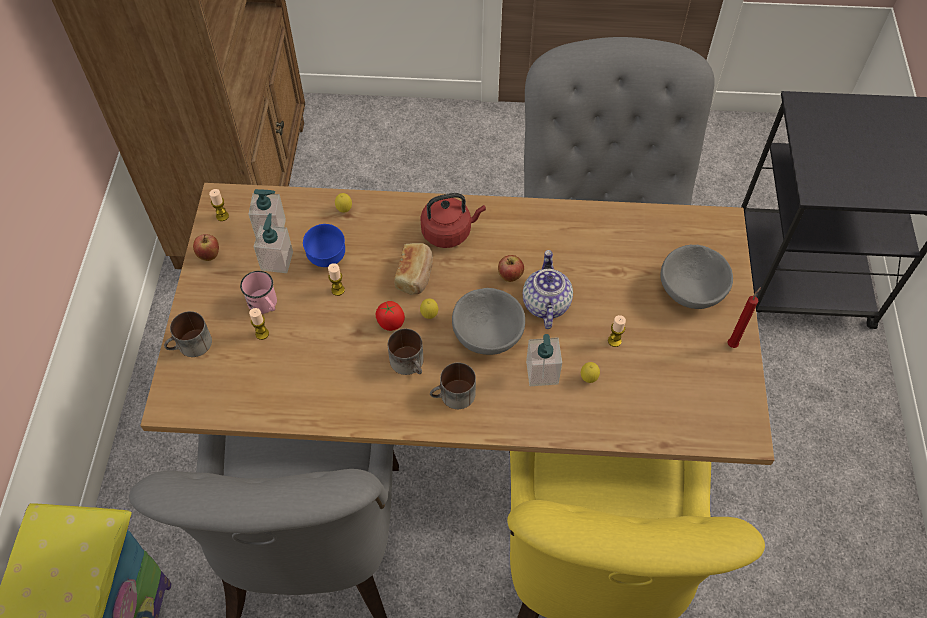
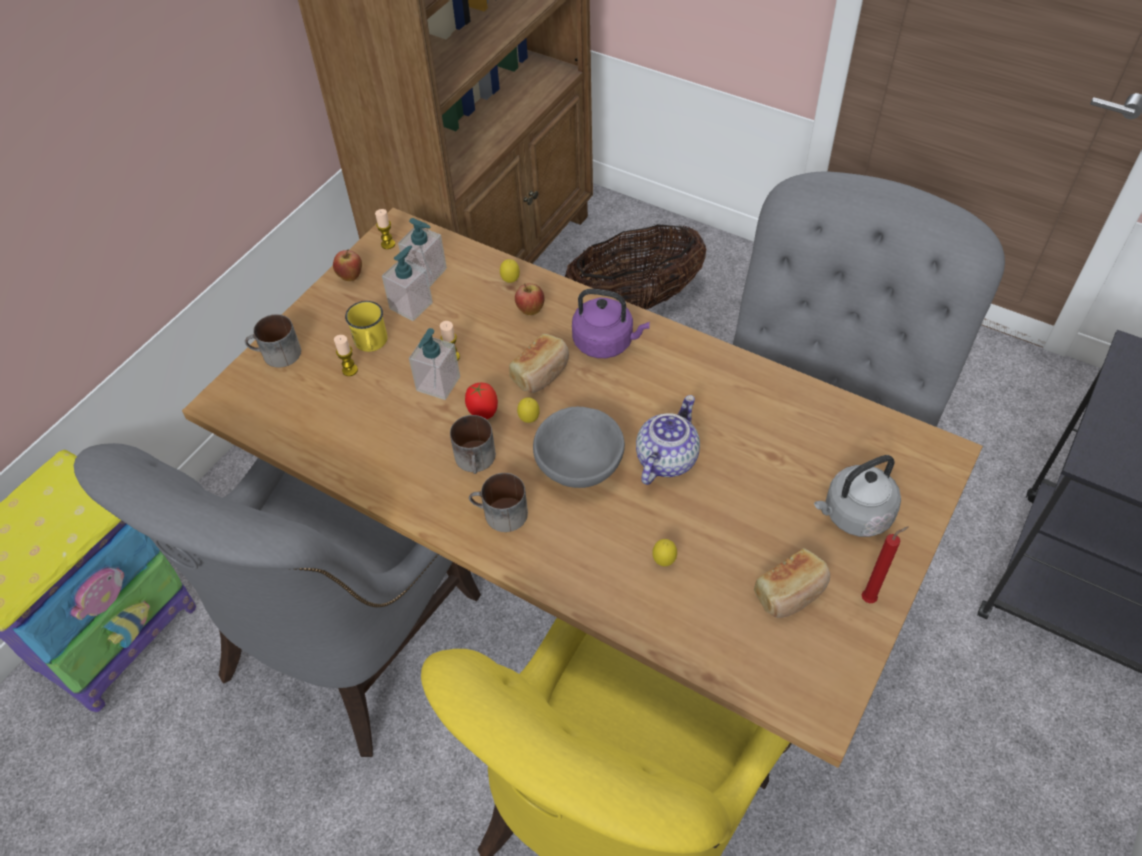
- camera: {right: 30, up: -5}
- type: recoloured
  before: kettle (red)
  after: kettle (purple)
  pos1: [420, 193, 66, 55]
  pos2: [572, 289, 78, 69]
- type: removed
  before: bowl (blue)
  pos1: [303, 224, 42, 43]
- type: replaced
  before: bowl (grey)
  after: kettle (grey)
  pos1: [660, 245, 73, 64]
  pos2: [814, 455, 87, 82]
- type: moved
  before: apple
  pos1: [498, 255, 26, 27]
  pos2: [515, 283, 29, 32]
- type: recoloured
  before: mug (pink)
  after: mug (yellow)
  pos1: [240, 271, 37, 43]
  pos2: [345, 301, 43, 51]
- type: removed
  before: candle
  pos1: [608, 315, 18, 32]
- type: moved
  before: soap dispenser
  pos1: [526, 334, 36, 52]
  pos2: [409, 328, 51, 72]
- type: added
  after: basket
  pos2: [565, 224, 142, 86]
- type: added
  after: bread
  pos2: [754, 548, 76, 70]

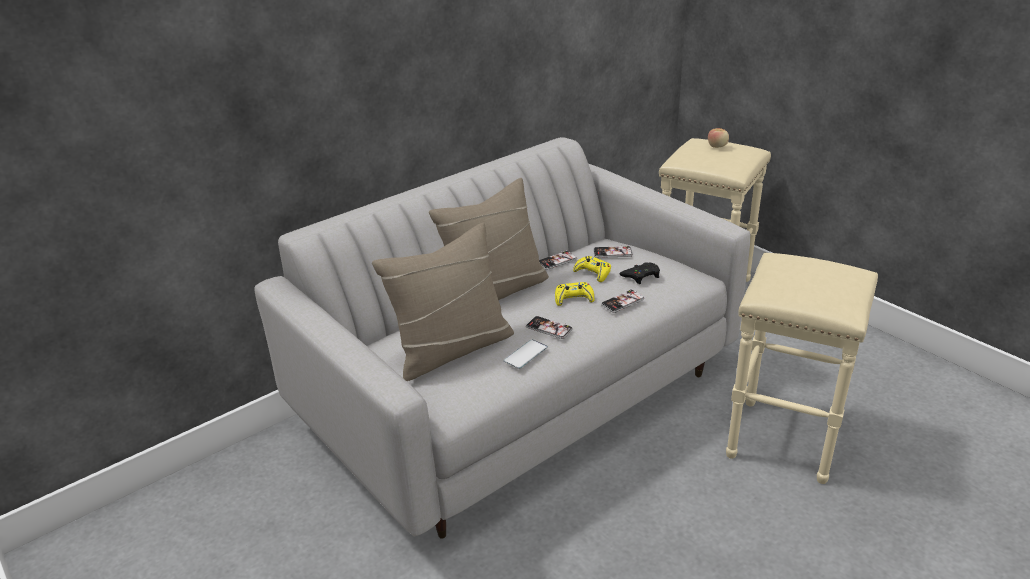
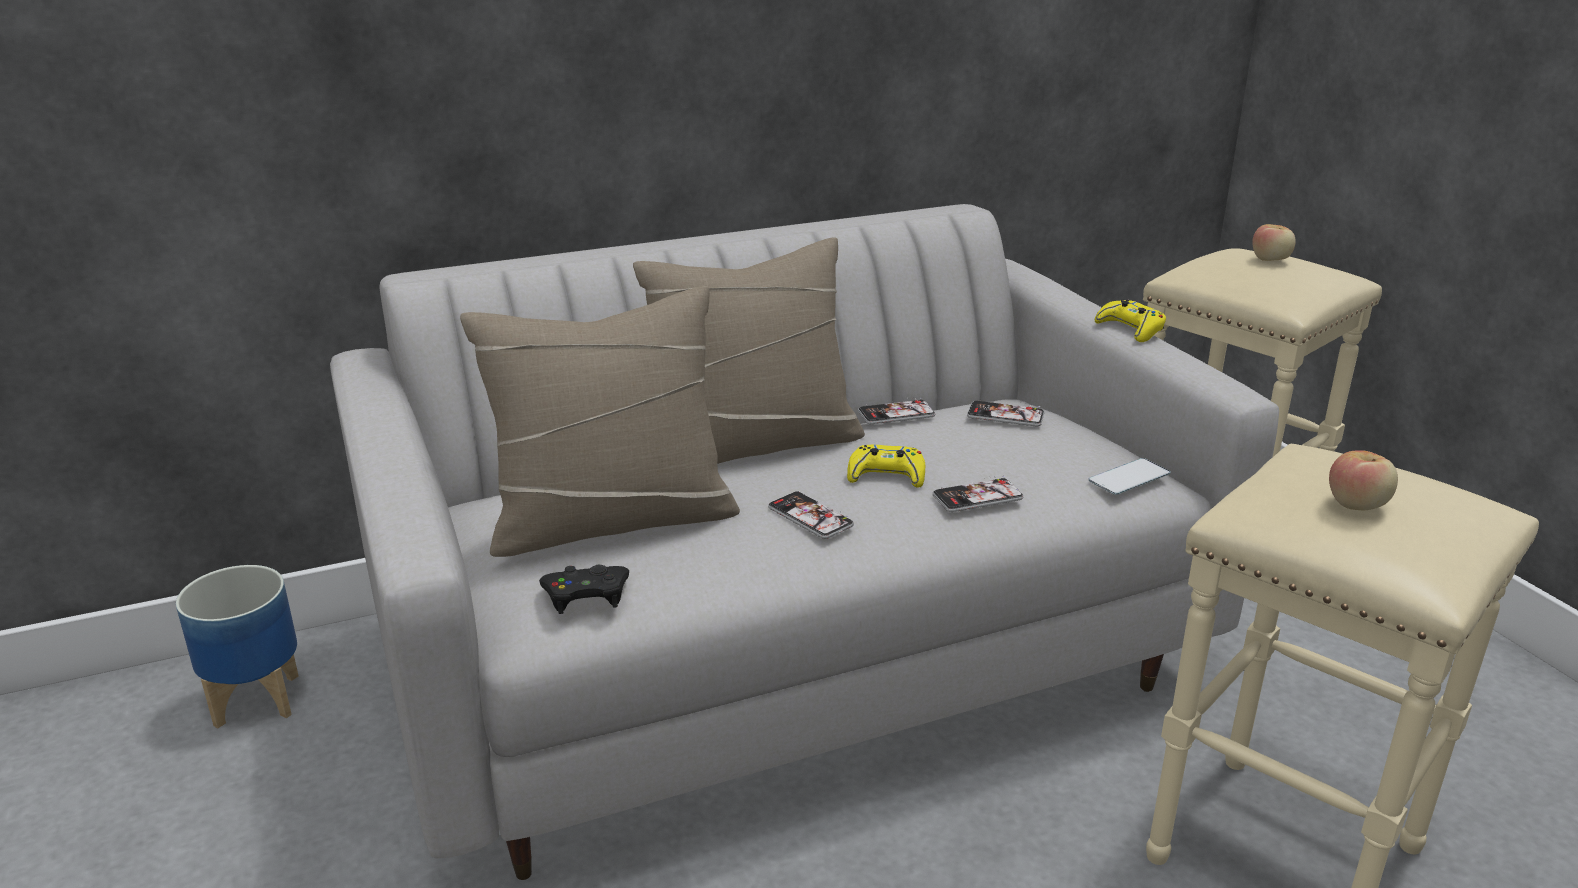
- camera: {right: 15, up: -5}
- type: moved
  before: game controller (yellow)
  pos1: [573, 256, 38, 26]
  pos2: [1095, 300, 71, 42]
- type: moved
  before: game controller (black)
  pos1: [619, 263, 41, 21]
  pos2: [539, 564, 90, 50]
- type: moved
  before: phone
  pos1: [504, 339, 44, 30]
  pos2: [1088, 458, 83, 37]
- type: added
  after: apple
  pos2: [1329, 450, 69, 61]
- type: added
  after: planter
  pos2: [176, 565, 123, 163]

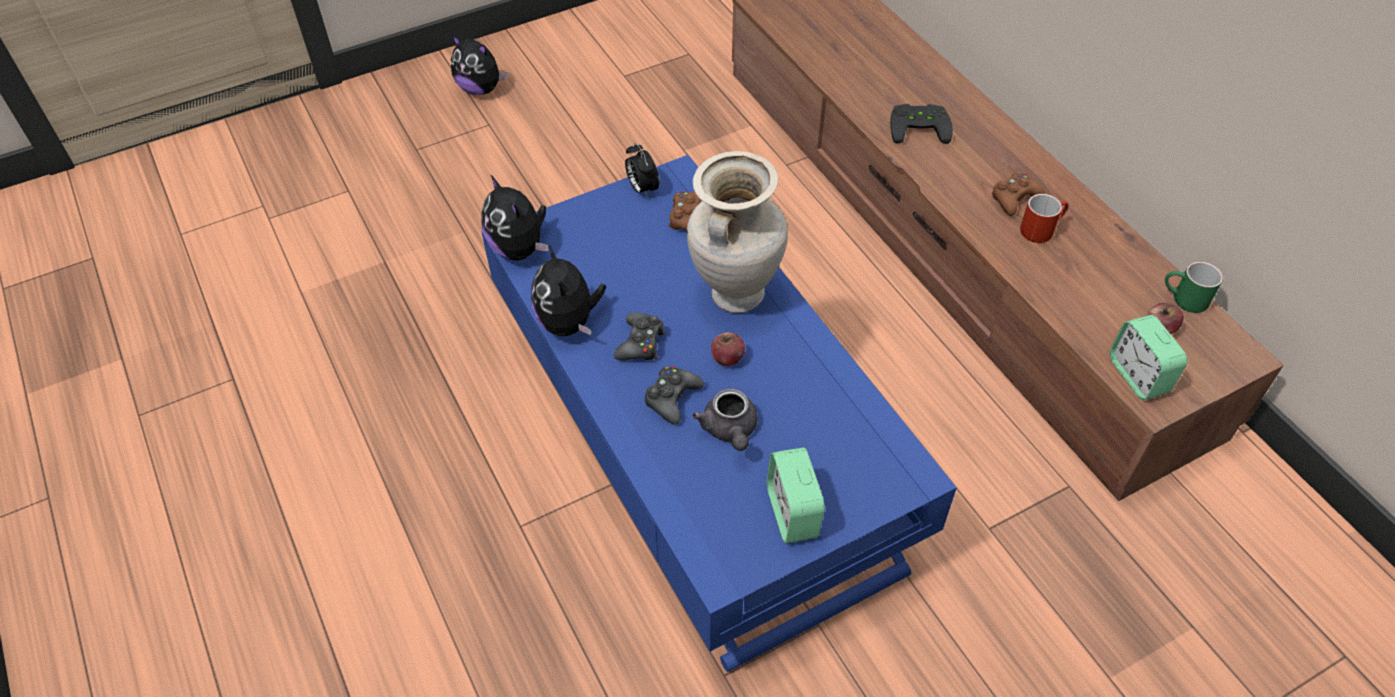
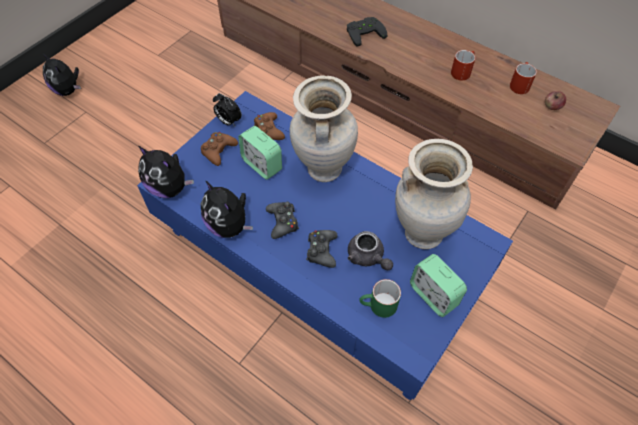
- camera: {right: -25, up: 5}
- type: turned
  before: plush toy
  pos1: [451, 35, 57, 60]
  pos2: [43, 54, 38, 42]
  turn: 45
- type: moved
  before: game controller (brown)
  pos1: [992, 172, 54, 44]
  pos2: [201, 132, 37, 34]
- type: moved
  before: mug (green)
  pos1: [1165, 262, 58, 51]
  pos2: [359, 279, 42, 39]
- type: moved
  before: alarm clock
  pos1: [1110, 315, 77, 85]
  pos2: [238, 126, 44, 54]
- type: removed
  before: apple
  pos1: [711, 332, 34, 34]
- type: added
  after: mug (red)
  pos2: [510, 62, 27, 32]
- type: added
  after: vase (beige)
  pos2: [395, 139, 78, 110]

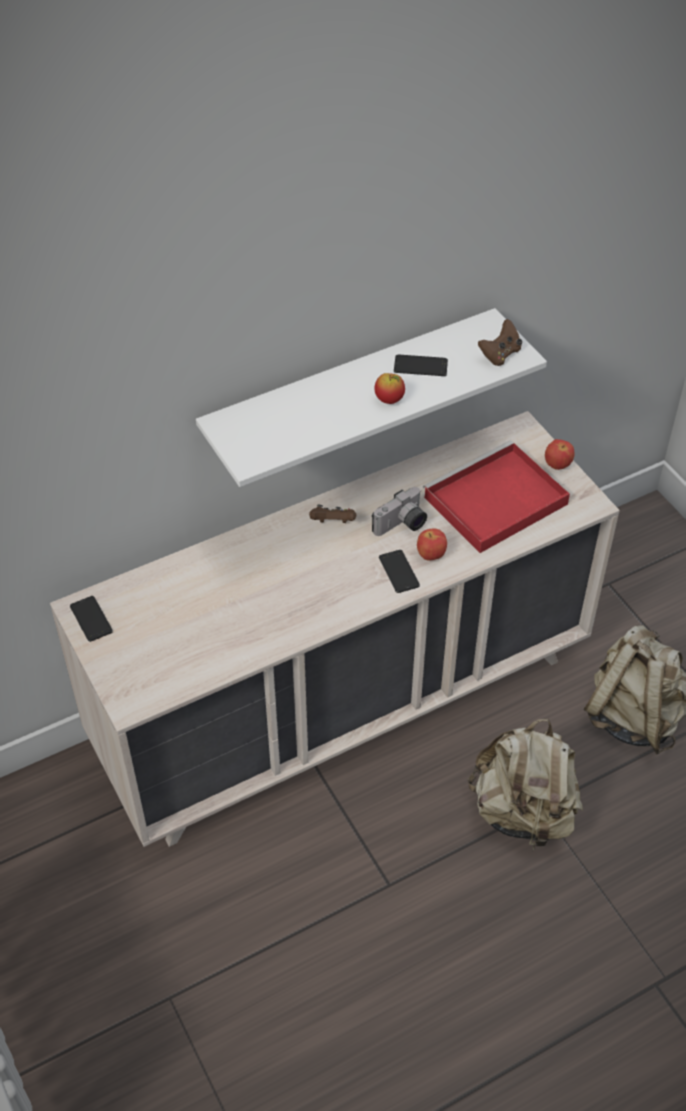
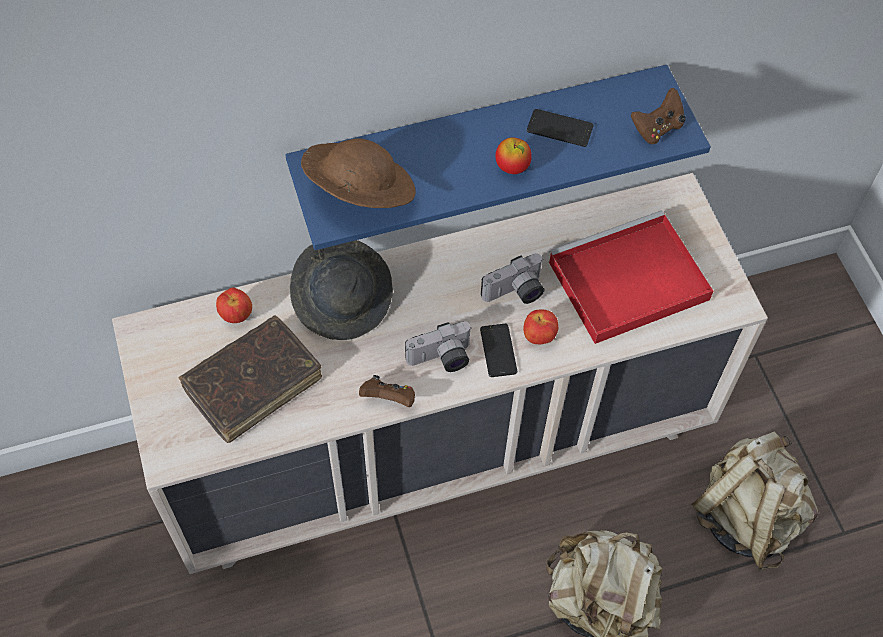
- camera: {right: 10, up: 10}
- type: recoloured
  before: shelf (white)
  after: shelf (blue)
  pos1: [196, 308, 351, 179]
  pos2: [285, 65, 426, 185]
- type: moved
  before: apple
  pos1: [545, 439, 29, 31]
  pos2: [216, 287, 36, 36]
- type: moved
  before: game controller (brown)
  pos1: [309, 504, 47, 19]
  pos2: [359, 375, 56, 32]
- type: removed
  before: phone
  pos1: [70, 596, 43, 46]
- type: added
  after: hat (brown)
  pos2: [301, 138, 115, 70]
- type: added
  after: hat (grey)
  pos2: [290, 240, 103, 100]
- type: added
  after: book (brown)
  pos2: [179, 316, 143, 127]
- type: added
  after: photo camera
  pos2: [405, 321, 67, 51]

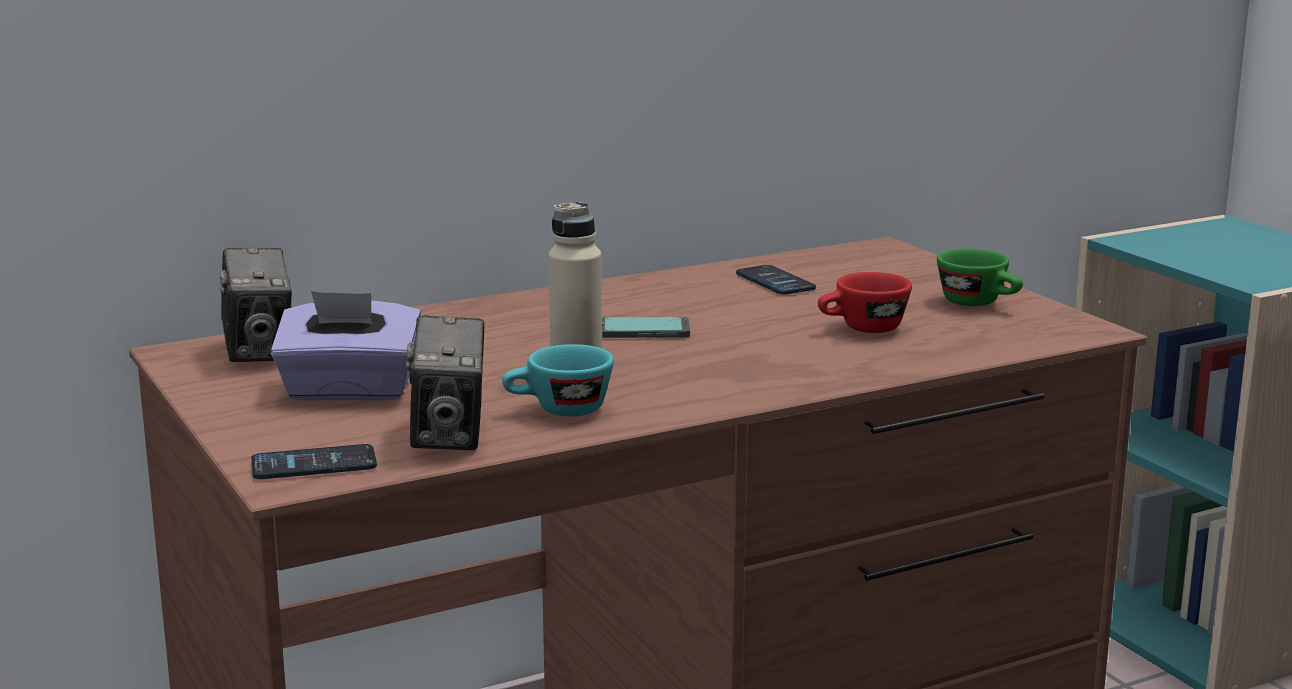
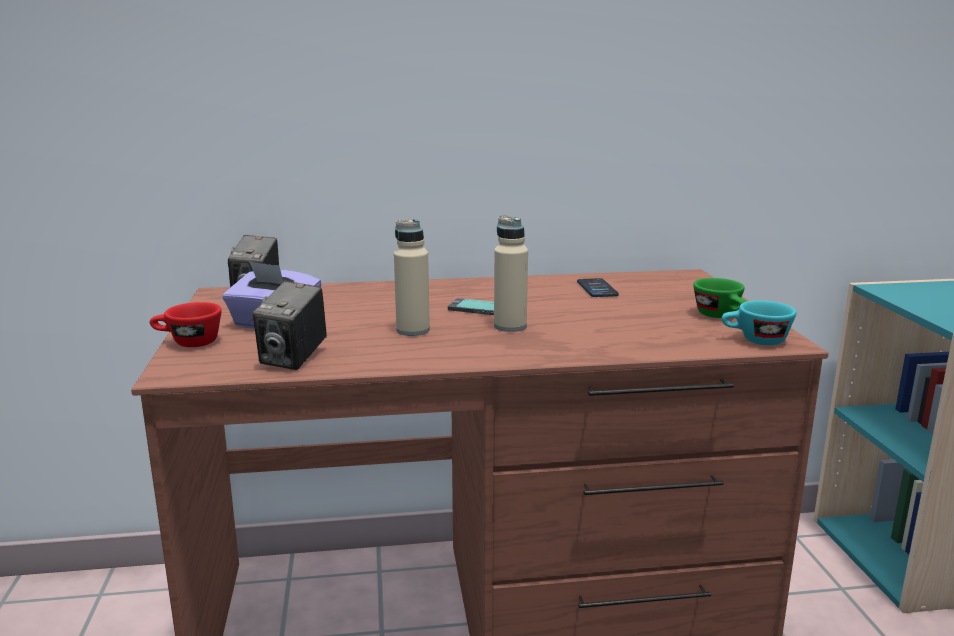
- camera: {right: 20, up: 0}
- type: moved
  before: cup (red)
  pos1: [818, 272, 94, 61]
  pos2: [150, 302, 72, 45]
- type: moved
  before: cup (turquoise)
  pos1: [502, 344, 112, 73]
  pos2: [722, 300, 74, 45]
- type: removed
  before: phone
  pos1: [251, 444, 126, 35]
- type: added
  after: bottle (beige)
  pos2: [494, 216, 34, 116]

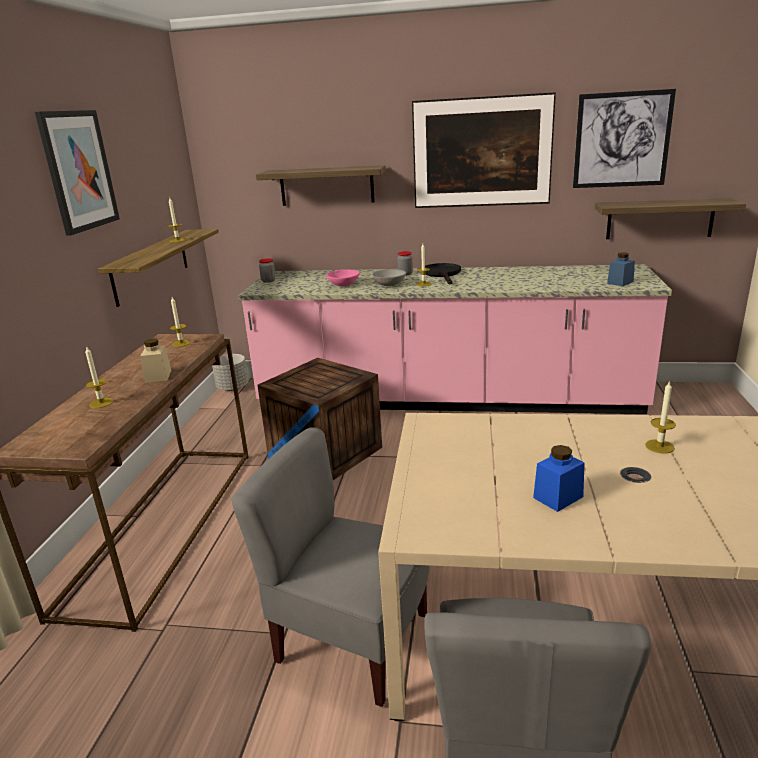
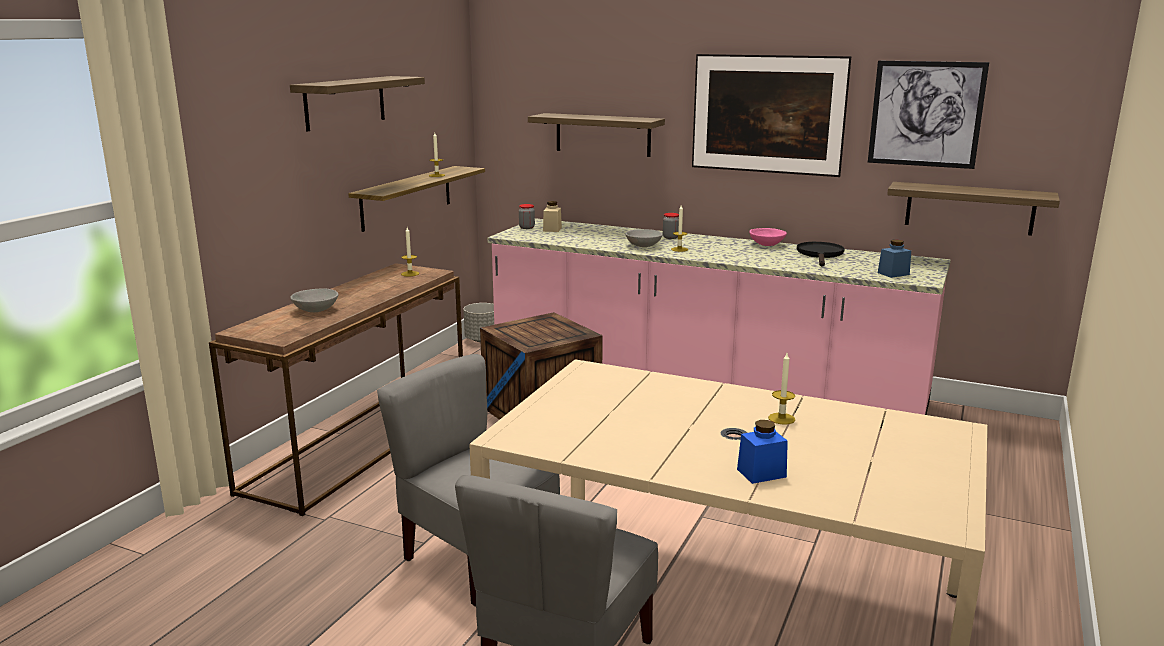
- camera: {right: 15, up: -5}
- type: replaced
  before: picture
  after: shelf
  pos1: [35, 110, 85, 126]
  pos2: [290, 76, 135, 56]
- type: moved
  before: frying pan (black)
  pos1: [425, 263, 36, 21]
  pos2: [797, 242, 48, 24]
- type: moved
  before: bowl (pink)
  pos1: [326, 269, 34, 18]
  pos2: [749, 228, 38, 18]
- type: moved
  before: jar (beige)
  pos1: [140, 339, 31, 44]
  pos2: [543, 201, 19, 31]
- type: replaced
  before: candle
  after: bowl (grey)
  pos1: [85, 347, 29, 61]
  pos2: [290, 288, 48, 24]
- type: moved
  before: jar (blue)
  pos1: [533, 445, 51, 67]
  pos2: [737, 420, 51, 64]

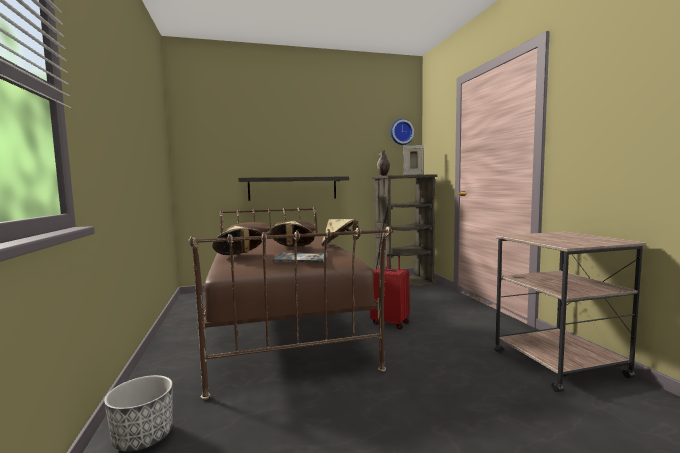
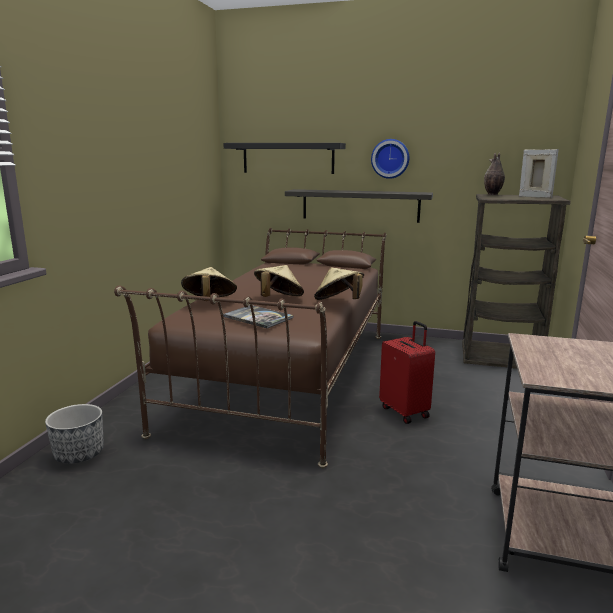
- camera: {right: 30, up: 10}
- type: moved
  before: wall clock
  pos1: [391, 119, 23, 26]
  pos2: [371, 139, 38, 40]
- type: added
  after: shelf (black)
  pos2: [223, 143, 123, 31]

